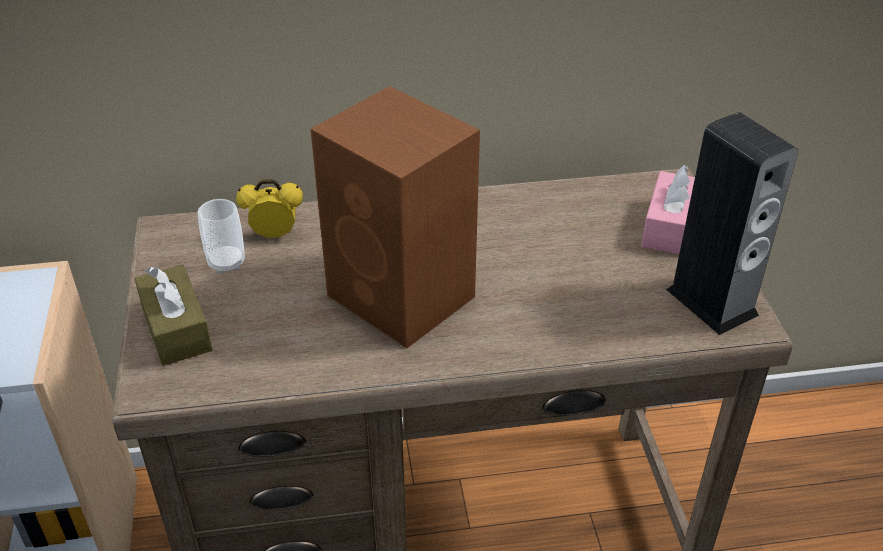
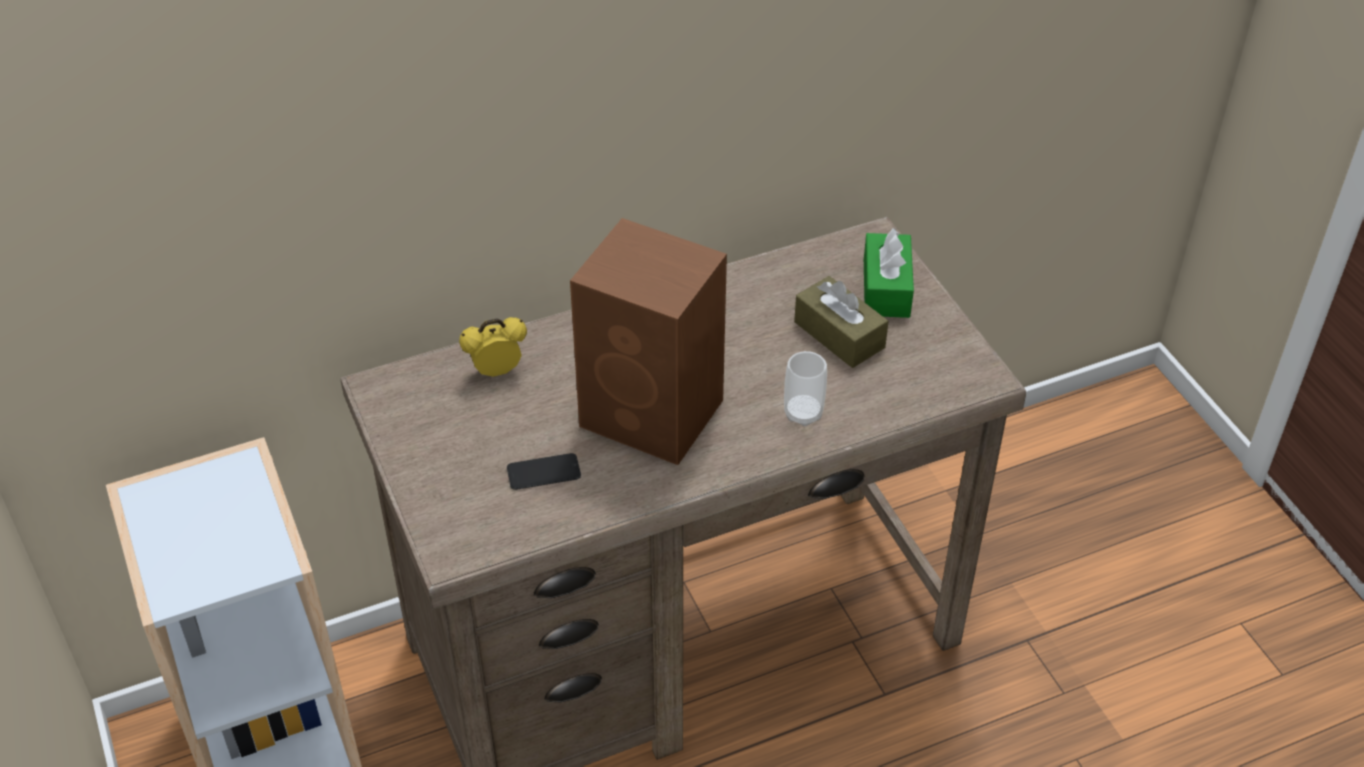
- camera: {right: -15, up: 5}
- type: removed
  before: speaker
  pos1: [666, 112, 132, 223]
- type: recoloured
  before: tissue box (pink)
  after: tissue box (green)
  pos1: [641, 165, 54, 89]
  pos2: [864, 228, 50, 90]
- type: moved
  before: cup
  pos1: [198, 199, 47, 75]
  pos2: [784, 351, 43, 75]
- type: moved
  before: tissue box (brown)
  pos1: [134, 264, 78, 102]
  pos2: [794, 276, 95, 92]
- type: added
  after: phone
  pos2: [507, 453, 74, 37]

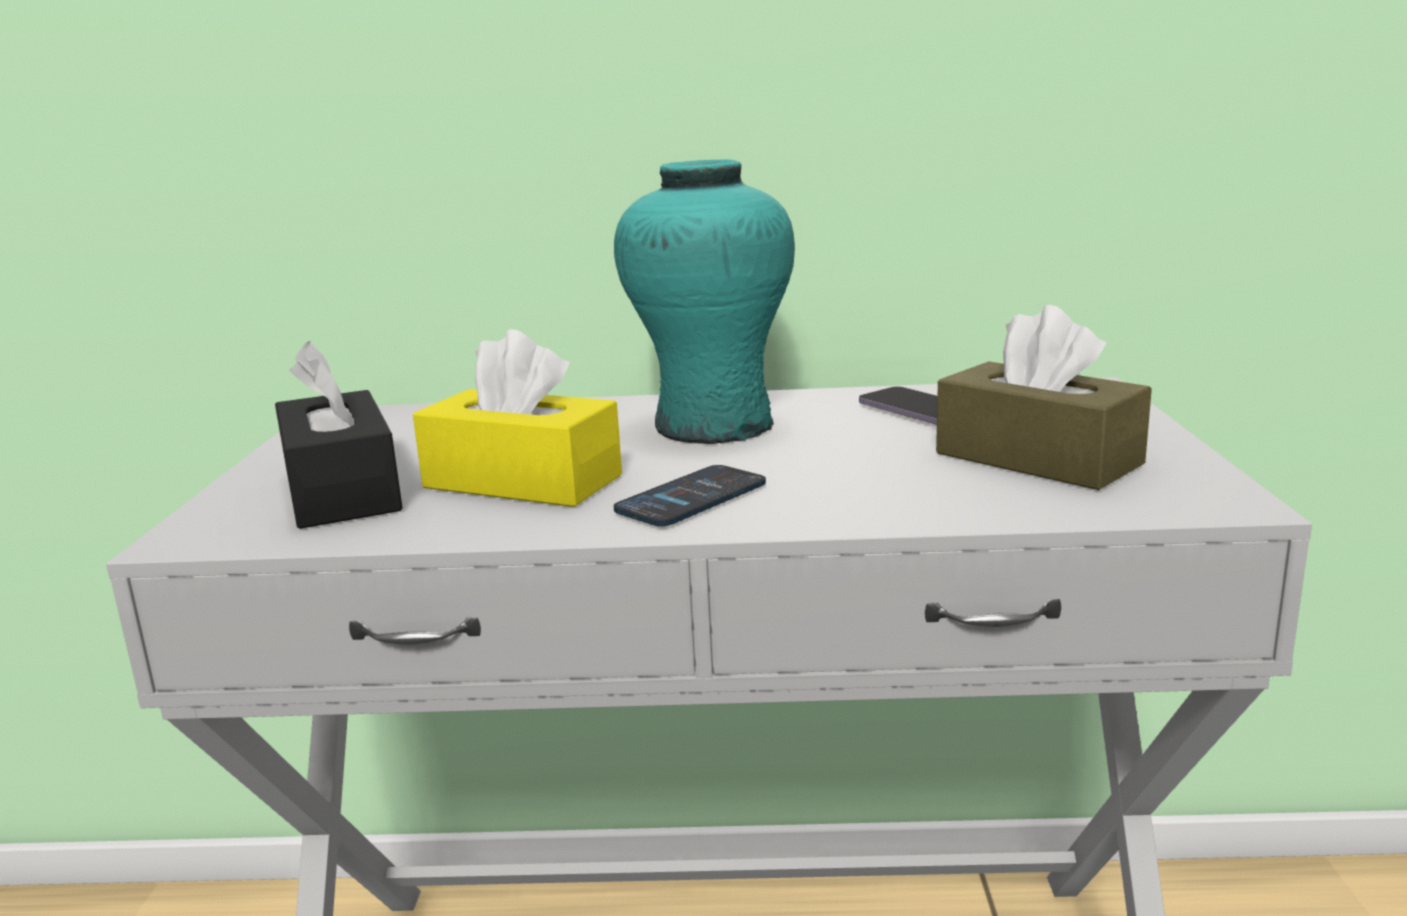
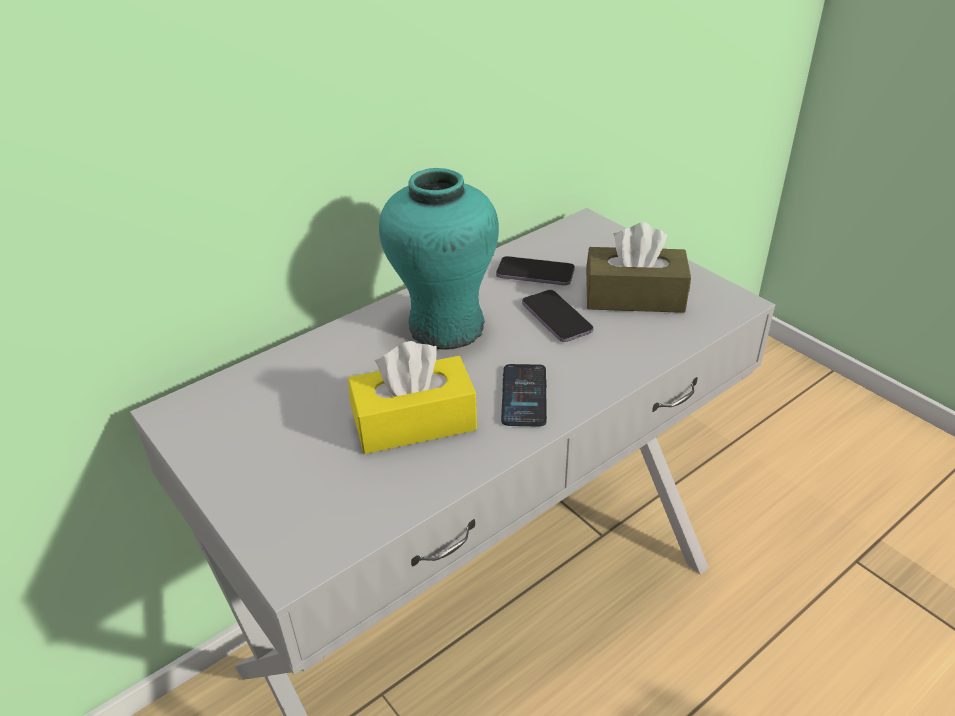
- camera: {right: -40, up: 20}
- type: removed
  before: tissue box (black)
  pos1: [275, 341, 128, 188]
- type: added
  after: phone
  pos2: [522, 290, 72, 52]

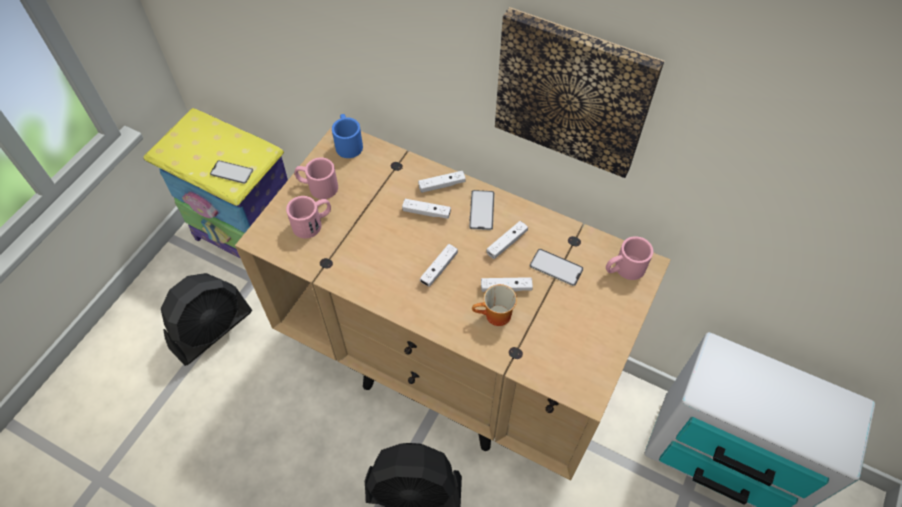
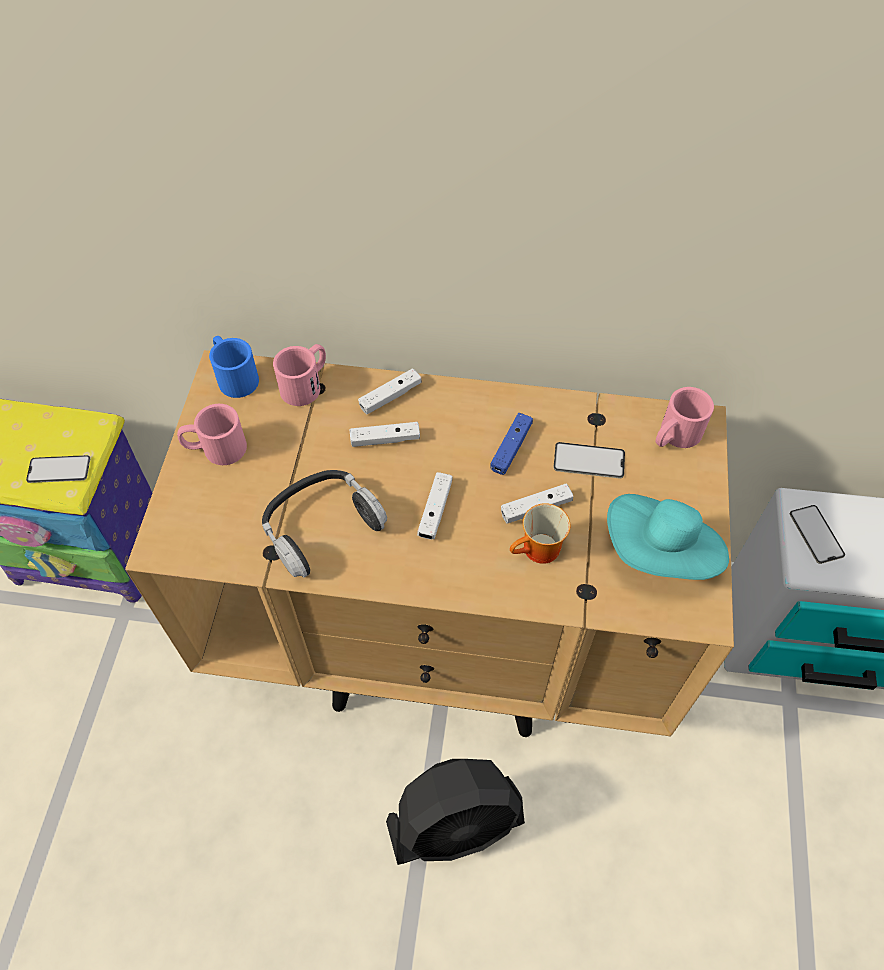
- camera: {right: -20, up: 0}
- type: removed
  before: picture
  pos1: [495, 7, 169, 171]
- type: moved
  before: phone
  pos1: [469, 190, 25, 40]
  pos2: [790, 505, 55, 59]
- type: moved
  before: mug (pink)
  pos1: [286, 196, 45, 43]
  pos2: [273, 344, 53, 62]
- type: recoloured
  before: game controller (white)
  after: game controller (blue)
  pos1: [487, 221, 41, 38]
  pos2: [490, 413, 43, 62]
- type: removed
  before: fan (black)
  pos1: [161, 273, 91, 93]
- type: added
  after: headphones
  pos2: [262, 470, 125, 108]
- type: added
  after: hat (turquoise)
  pos2: [607, 494, 122, 86]

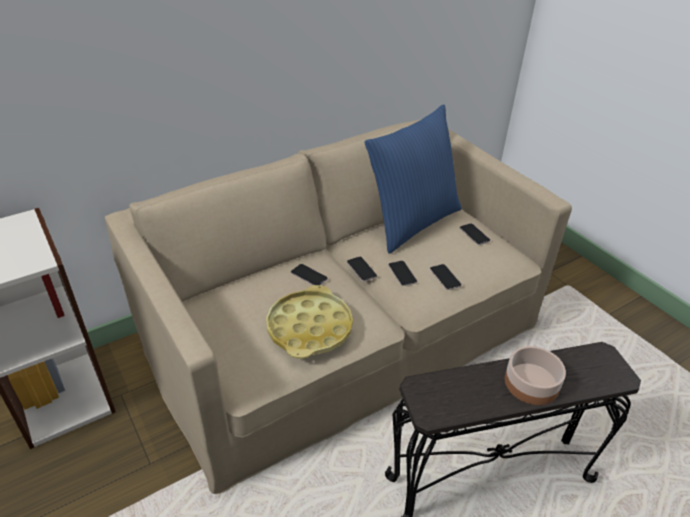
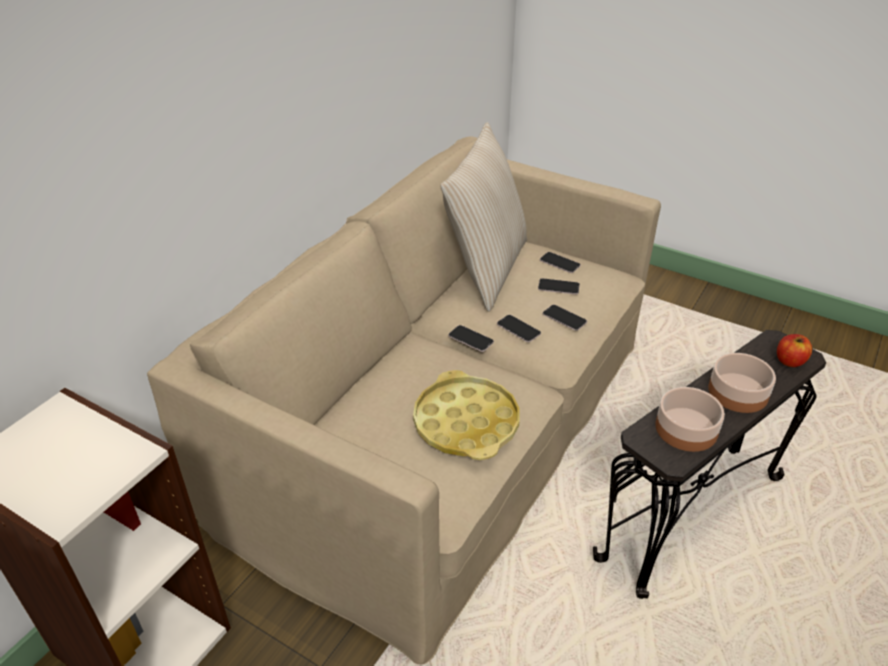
- camera: {right: -25, up: 0}
- type: recoloured
  before: pillow (blue)
  after: pillow (beige)
  pos1: [365, 104, 97, 150]
  pos2: [440, 122, 87, 190]
- type: moved
  before: phone
  pos1: [291, 264, 37, 21]
  pos2: [538, 278, 42, 17]
- type: added
  after: apple
  pos2: [777, 334, 35, 33]
- type: added
  after: bowl
  pos2: [655, 387, 70, 65]

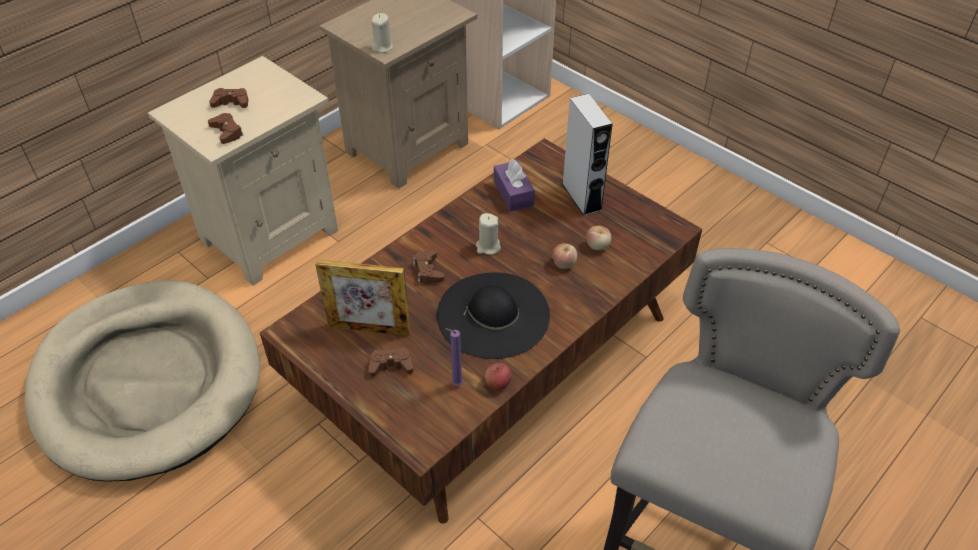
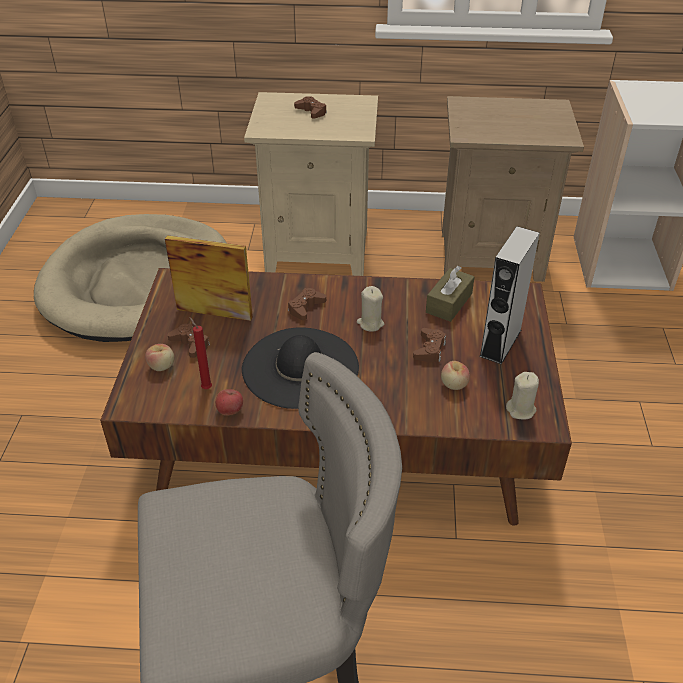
- camera: {right: 50, up: -5}
- type: moved
  before: candle (beige)
  pos1: [371, 13, 22, 40]
  pos2: [506, 372, 33, 48]
- type: moved
  before: game controller (brown)
  pos1: [208, 113, 35, 31]
  pos2: [413, 328, 33, 35]
- type: recoloured
  before: tissue box (purple)
  after: tissue box (brown)
  pos1: [494, 159, 41, 53]
  pos2: [426, 266, 48, 56]
- type: moved
  before: apple
  pos1: [552, 244, 25, 25]
  pos2: [145, 344, 29, 27]
- type: turned
  before: picture frame
  pos1: [315, 259, 95, 77]
  pos2: [165, 235, 88, 86]
  turn: 135
- type: recoloured
  before: candle (purple)
  after: candle (red)
  pos1: [445, 328, 18, 58]
  pos2: [189, 317, 23, 72]

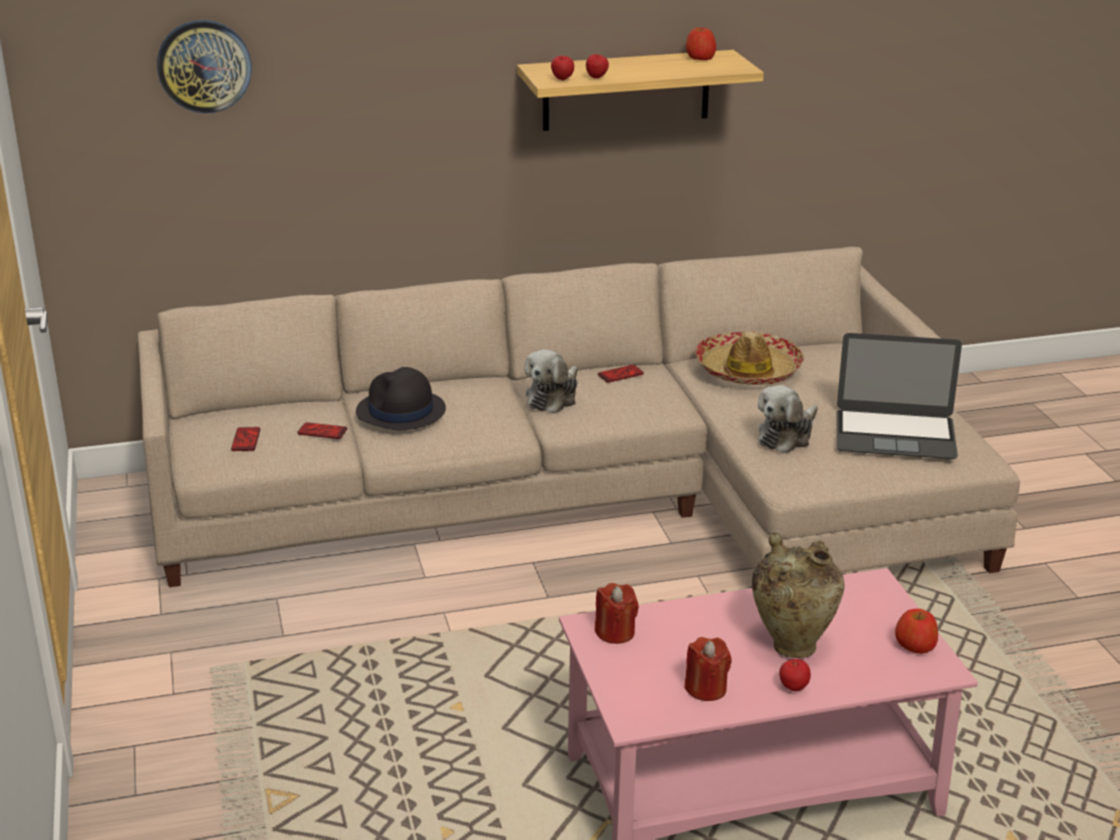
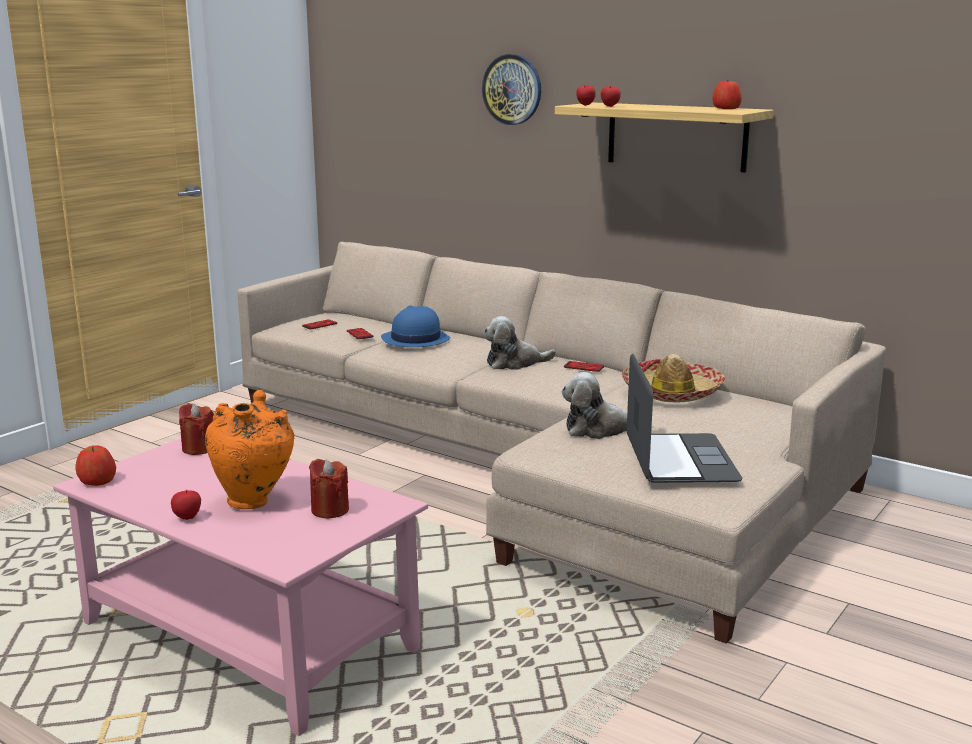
- camera: {right: 50, up: -10}
- type: moved
  before: wall clock
  pos1: [157, 20, 95, 93]
  pos2: [482, 54, 59, 71]
- type: turned
  before: laptop
  pos1: [836, 333, 126, 126]
  pos2: [627, 354, 115, 129]
  turn: -150
- type: recoloured
  before: hat (black)
  after: hat (blue)
  pos1: [356, 367, 90, 63]
  pos2: [381, 305, 69, 42]
- type: recoloured
  before: vase (beige)
  after: vase (orange)
  pos1: [752, 533, 93, 125]
  pos2: [205, 390, 89, 119]
- type: moved
  before: apple
  pos1: [895, 609, 43, 45]
  pos2: [75, 445, 41, 41]
- type: moved
  before: candle (red)
  pos1: [684, 637, 48, 64]
  pos2: [309, 459, 40, 60]

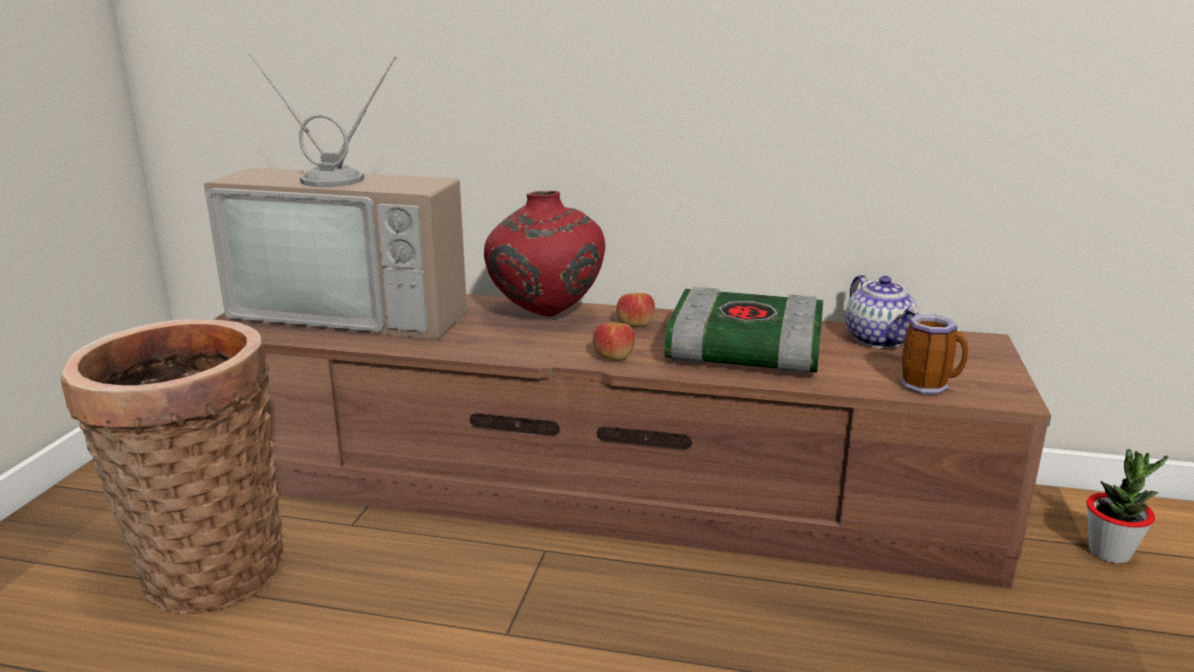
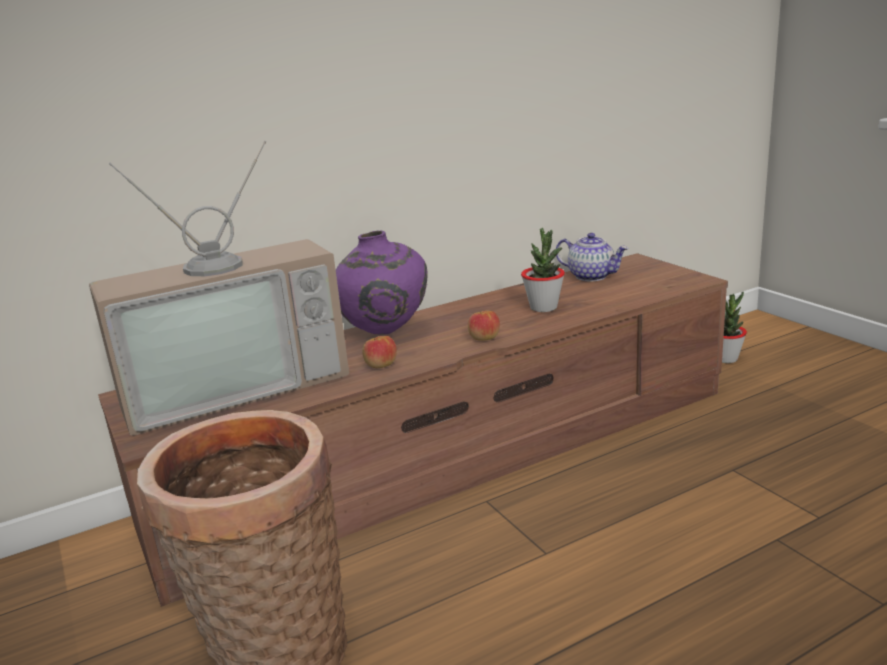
- camera: {right: -40, up: 0}
- type: recoloured
  before: vase (red)
  after: vase (purple)
  pos1: [484, 191, 121, 126]
  pos2: [336, 231, 91, 104]
- type: replaced
  before: book
  after: potted plant
  pos1: [664, 287, 159, 87]
  pos2: [521, 228, 44, 84]
- type: moved
  before: apple
  pos1: [616, 293, 39, 34]
  pos2: [362, 336, 35, 32]
- type: removed
  before: mug
  pos1: [901, 314, 67, 81]

